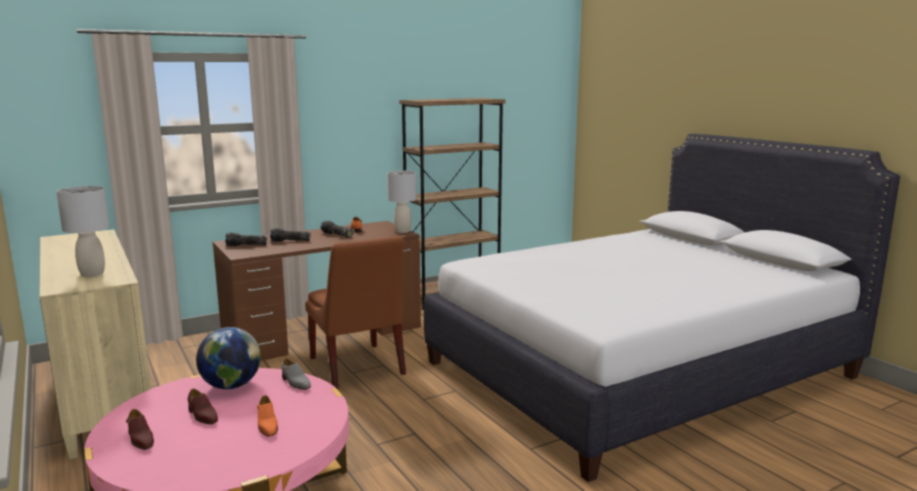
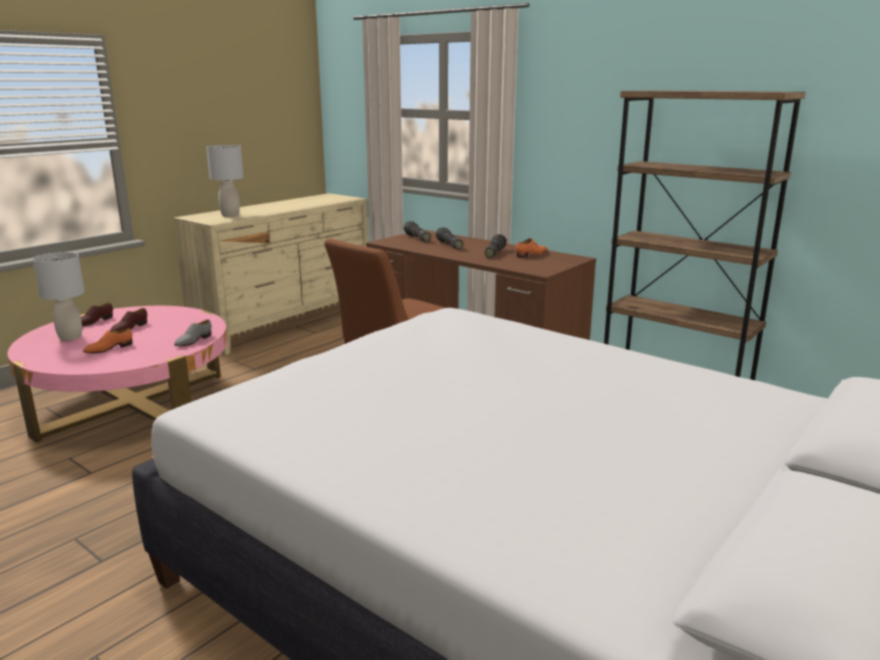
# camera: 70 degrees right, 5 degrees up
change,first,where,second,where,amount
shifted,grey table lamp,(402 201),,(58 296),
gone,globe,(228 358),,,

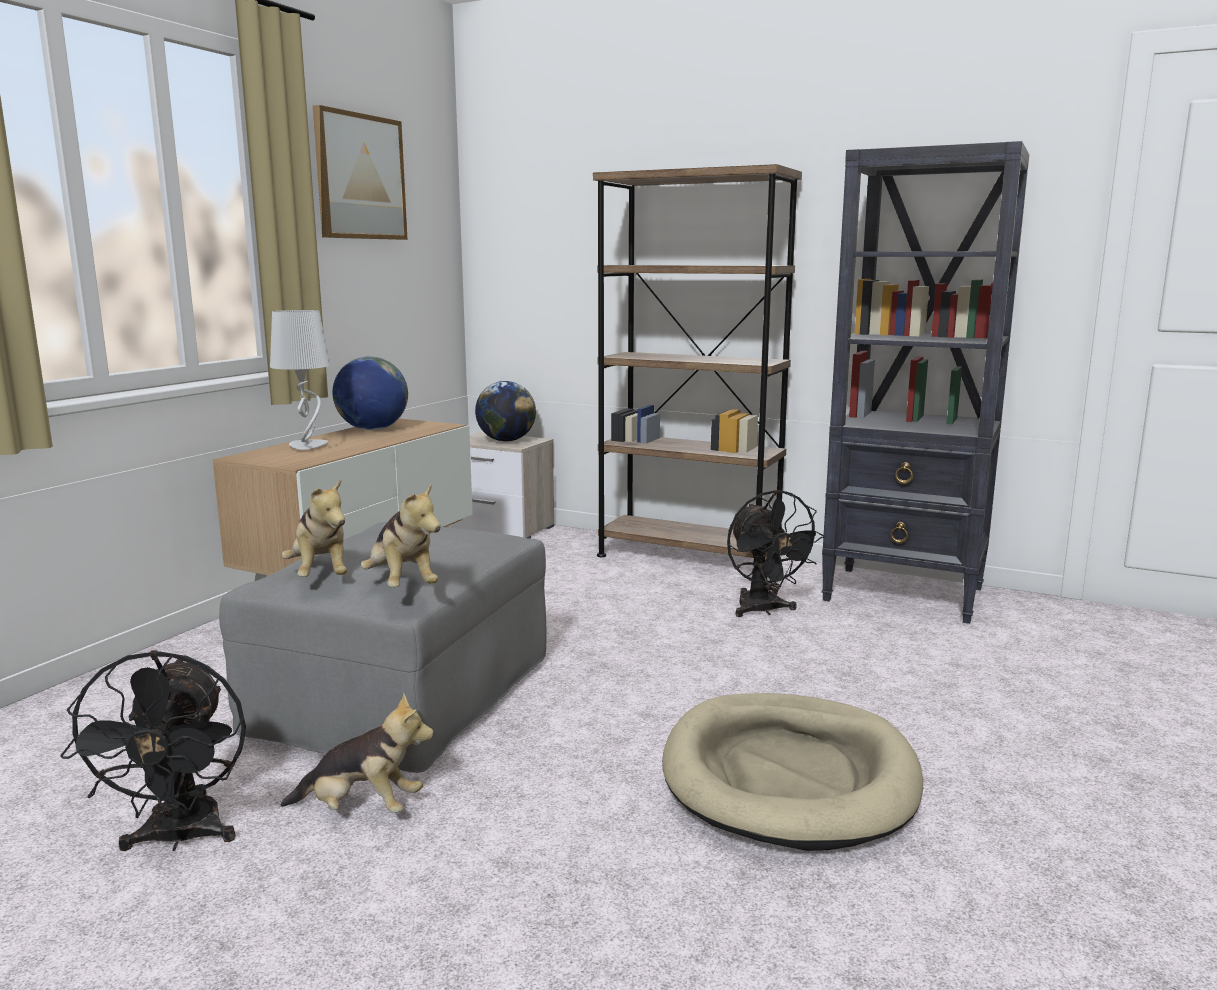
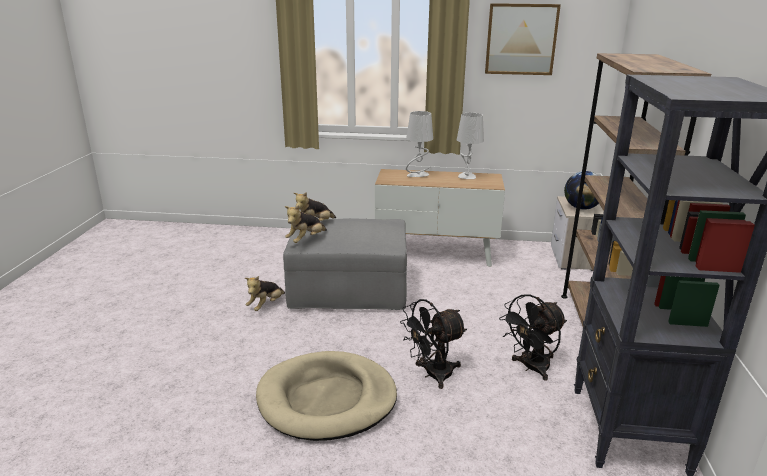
# camera: 70 degrees right, 10 degrees up
change,first,where,second,where,amount
rotated,plush toy,(357 752),,(265 293),45 degrees clockwise
shifted,black fan,(153 750),,(433 344),
swapped,globe,(370 393),grey table lamp,(470 146),

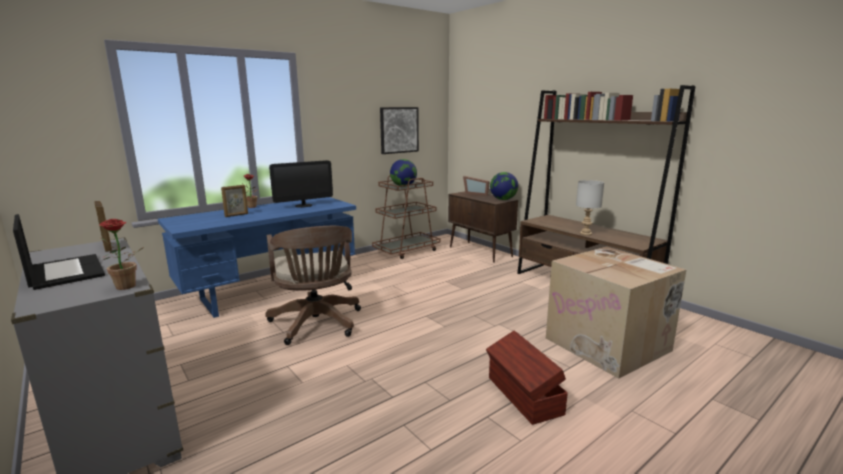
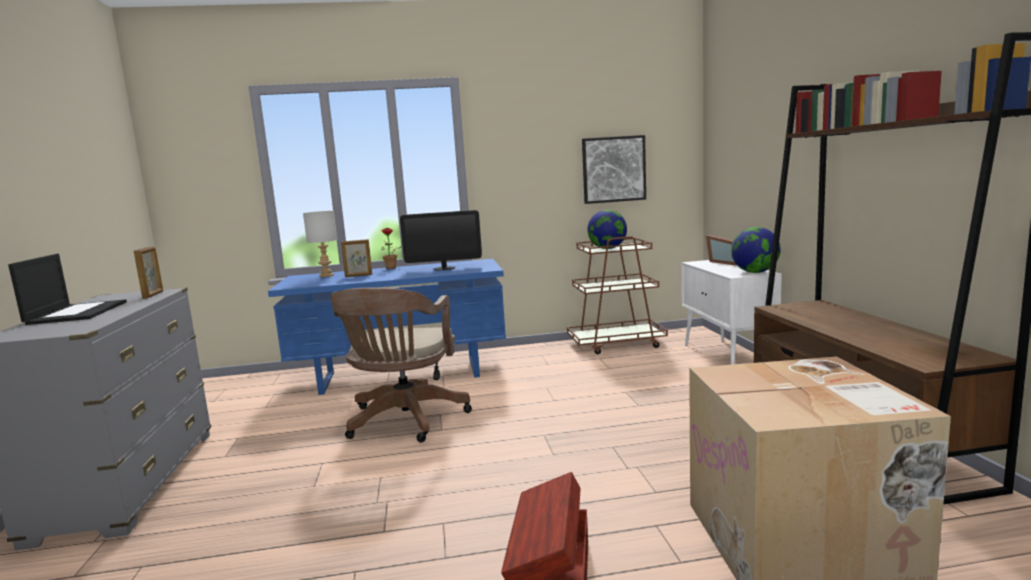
# camera: 30 degrees right, 5 degrees down
change,first,where,second,where,amount
shifted,grey table lamp,(590 208),,(320 244),
repainted,brown cabinet,(483 227),white cabinet,(731 312),
gone,potted plant,(121 254),,,

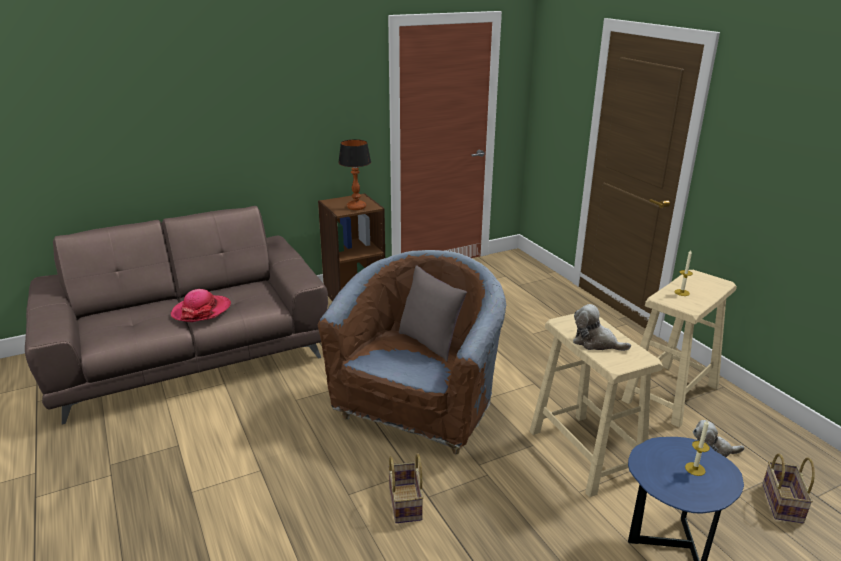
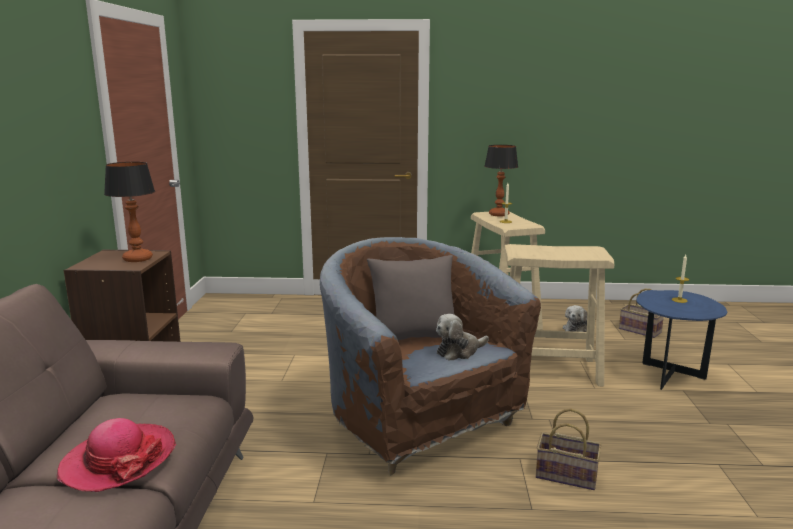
# camera: 60 degrees left, 10 degrees down
change,first,where,second,where,amount
shifted,plush toy,(602 327),,(462 337),
new,,,table lamp,(501 181),

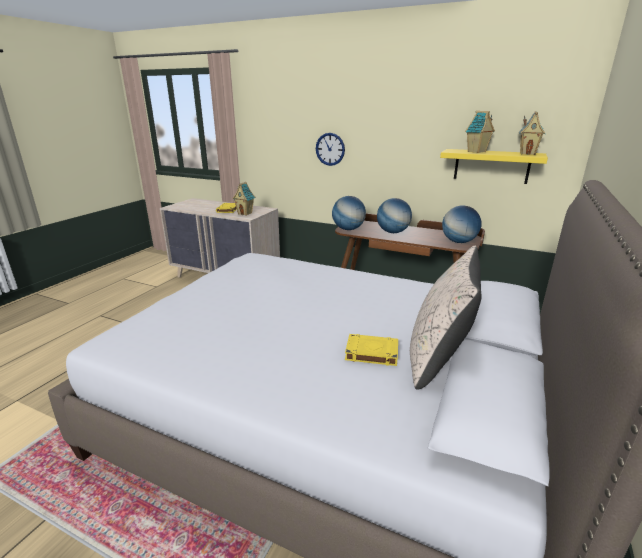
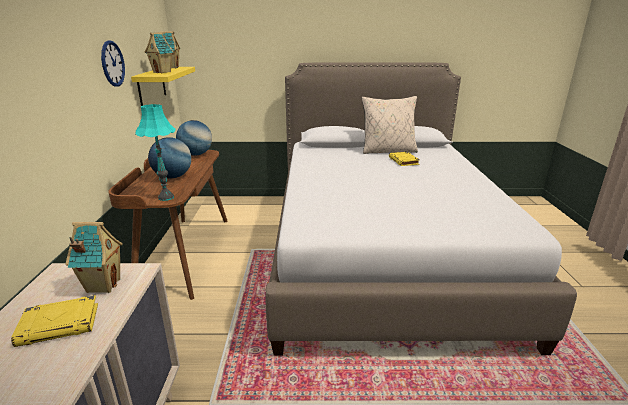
# camera: 115 degrees left, 0 degrees up
change,first,where,second,where,amount
shifted,wall clock,(330 149),,(113 63),
swapped,globe,(349 213),turquoise table lamp,(155 152),

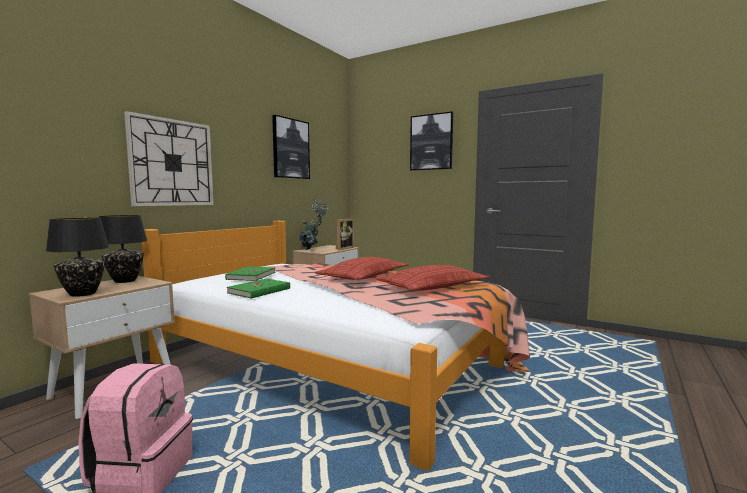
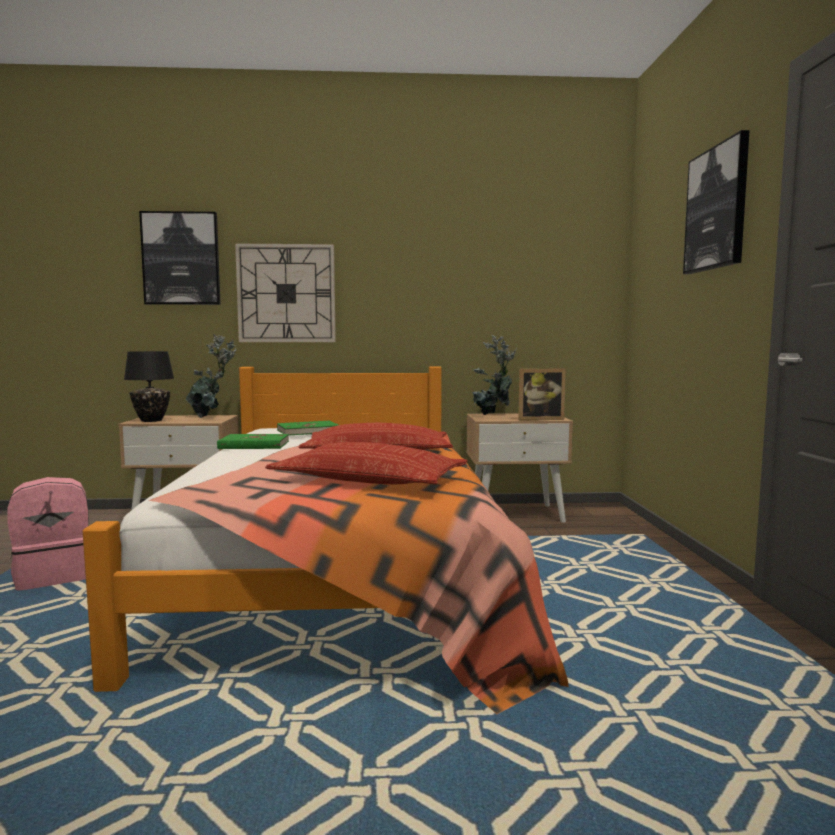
# camera: 55 degrees right, 0 degrees up
change,first,where,second,where,amount
shifted,picture,(291 147),,(180 258),
swapped,black table lamp,(123 249),potted plant,(210 376),

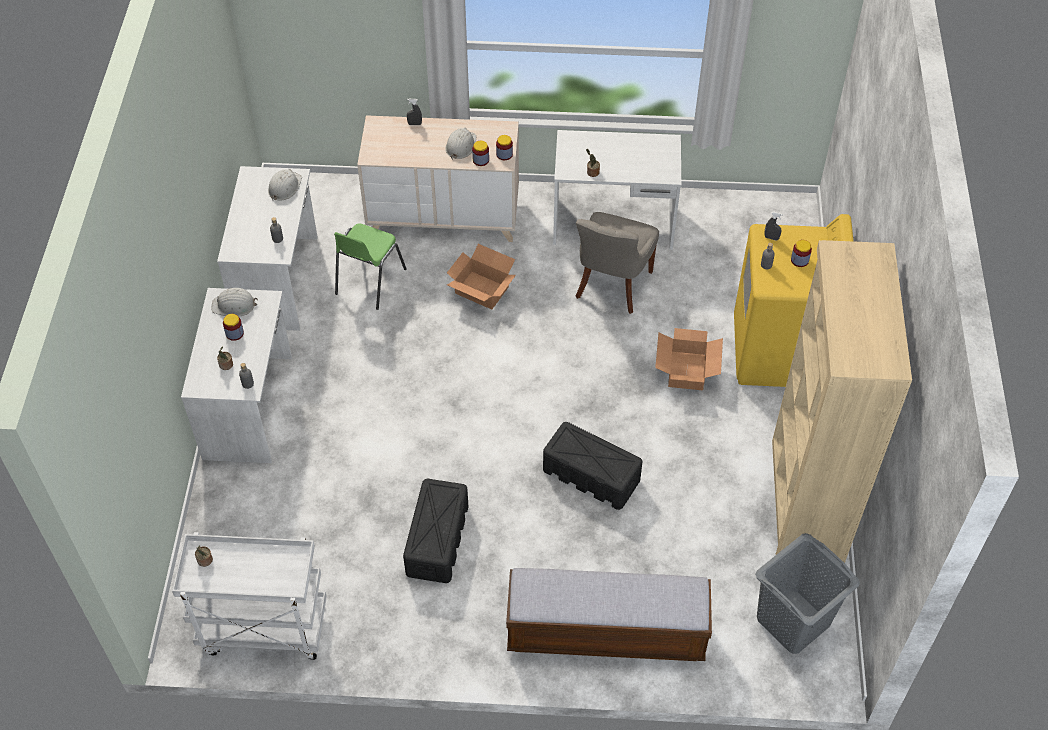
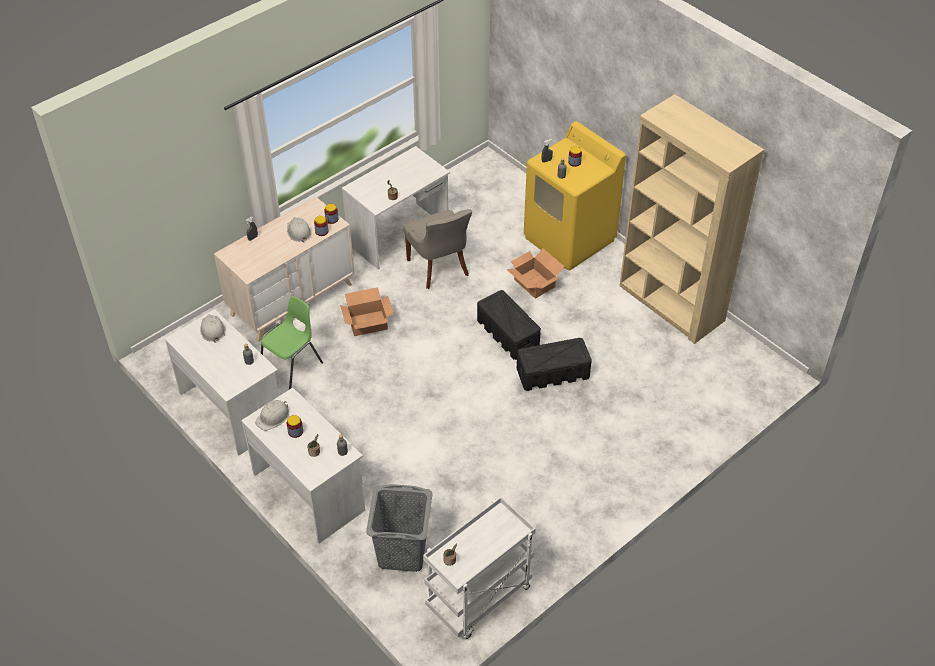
# camera: 45 degrees left, 5 degrees down
change,first,where,second,where,amount
rotated,green chair,(370 267),,(292 343),120 degrees counterclockwise
shifted,grey laundry basket,(807 593),,(399 528),
shifted,black storage box,(435 531),,(509 325),
gone,bench,(609 614),,,

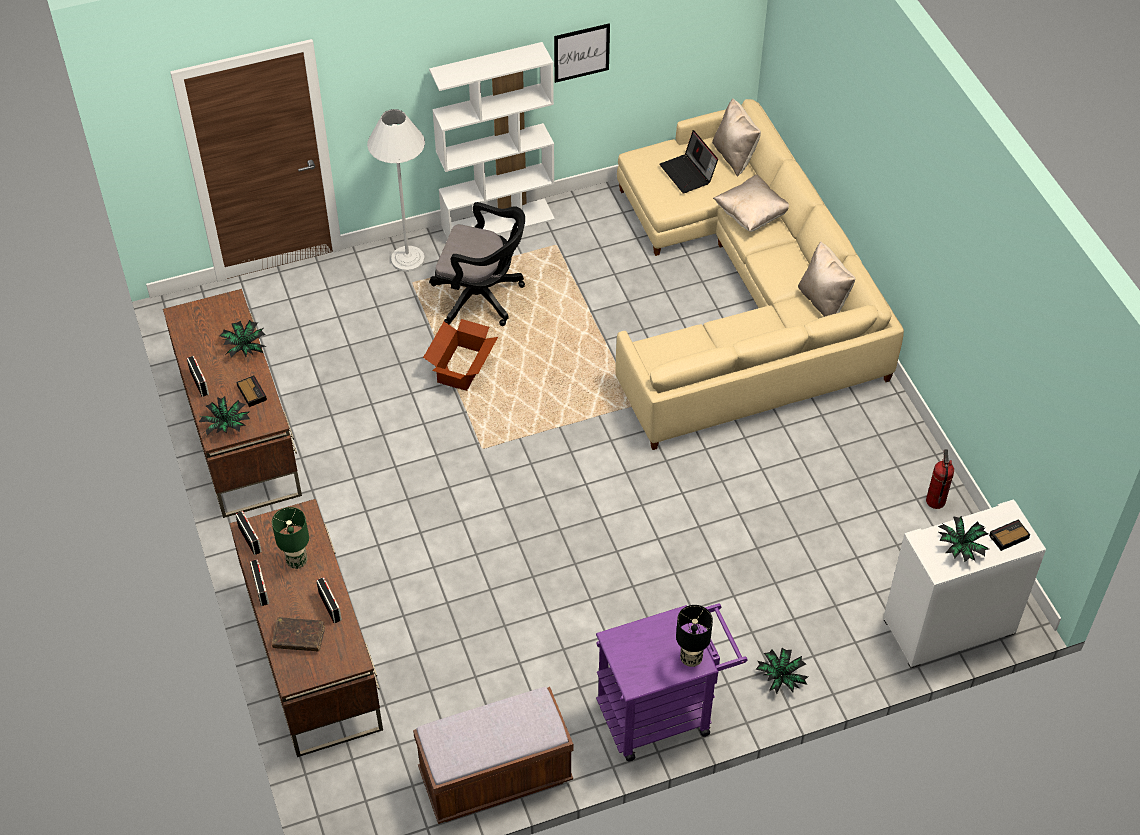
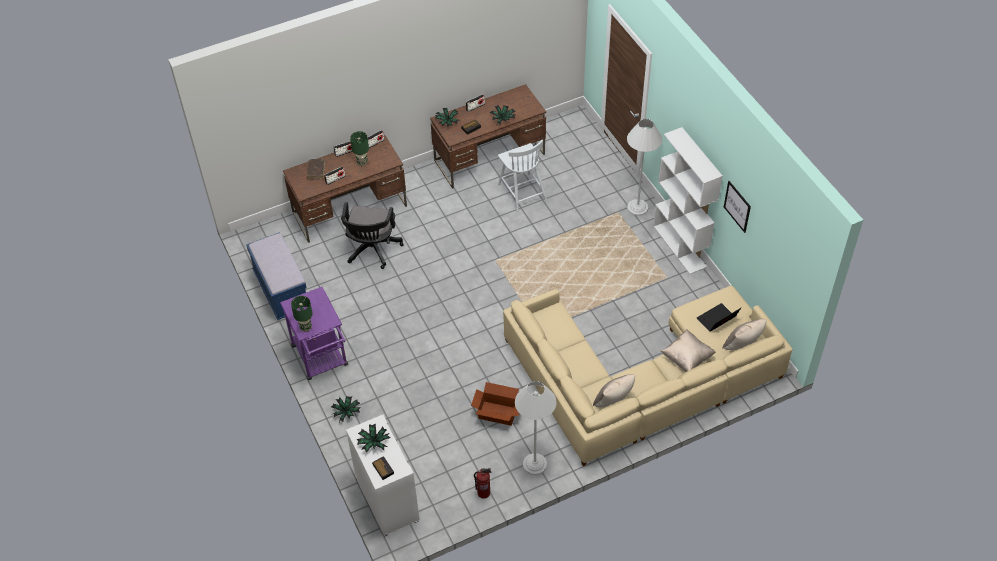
# camera: 85 degrees right, 0 degrees up
change,first,where,second,where,amount
repainted,brown bench,(493 755),blue bench,(276 276),
repainted,black table lamp,(694 636),green table lamp,(302 314),
shifted,black office chair,(477 264),,(372 235),
shifted,cardboard box,(460 355),,(495 404),
new,,,white chair,(523 176),
new,,,white floor lamp,(536 428),

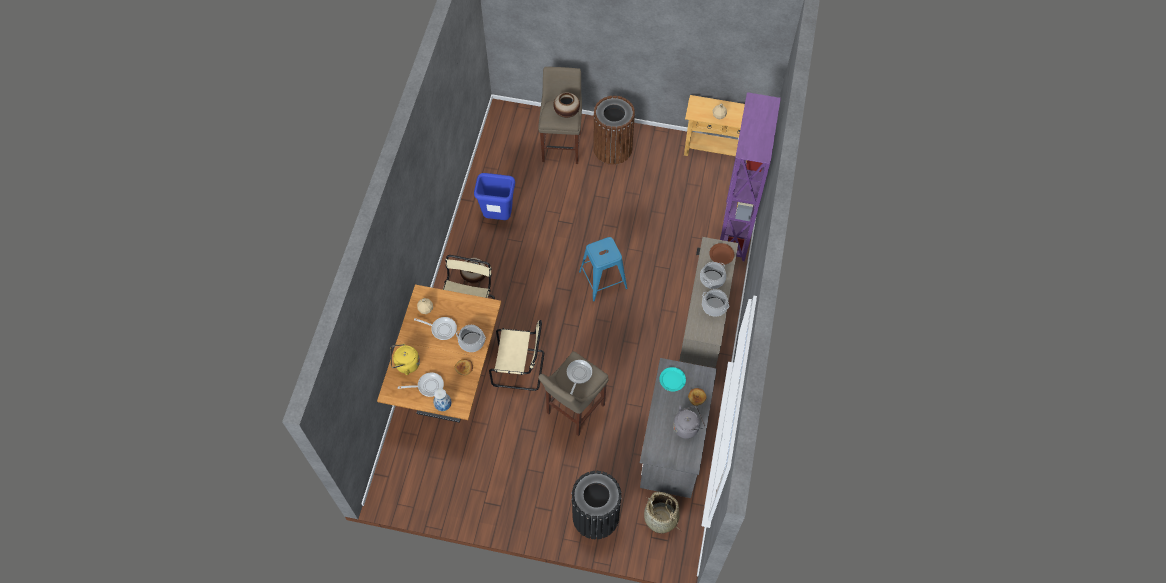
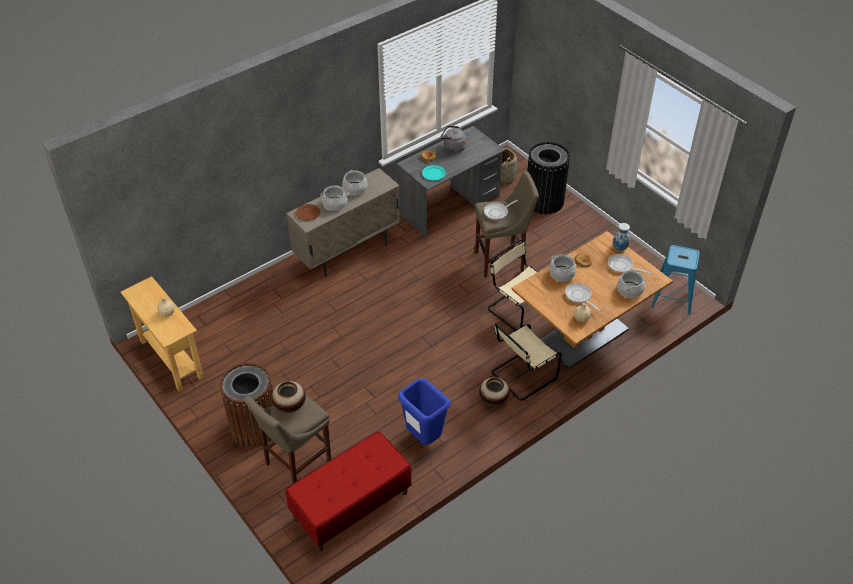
# camera: 140 degrees left, 15 degrees down
change,first,where,second,where,amount
new,,,red bench,(348 491),
swapped,yellow kettle,(405 359),cooking pot,(631 284),
shifted,blue stool,(603 269),,(675 280),
gone,purple bookcase,(750 176),,,

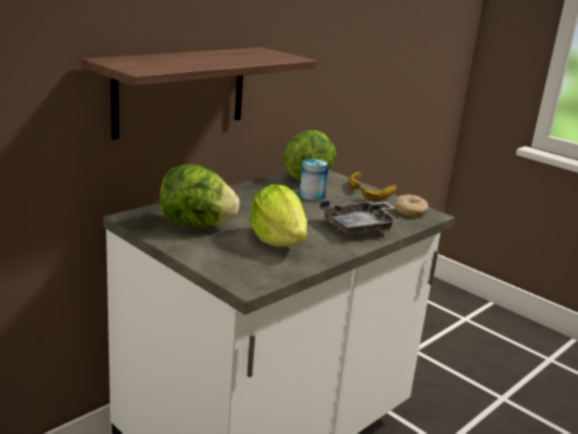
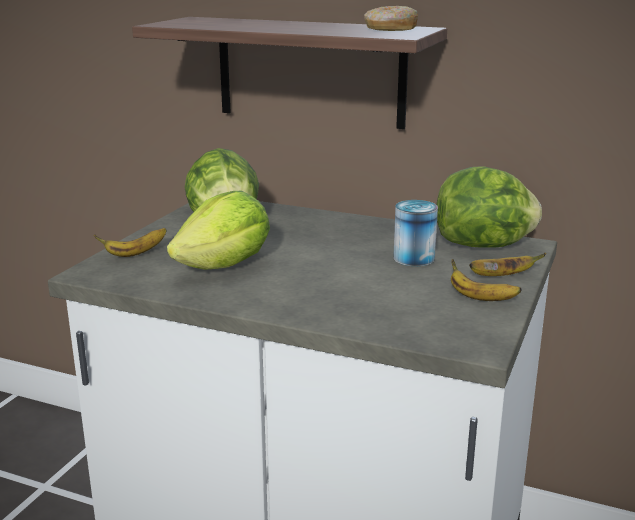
# camera: 70 degrees right, 0 degrees up
change,first,where,second,where,amount
new,,,banana,(130 242),
shifted,donut,(412 205),,(391 18),
gone,grey tray,(360 217),,,

